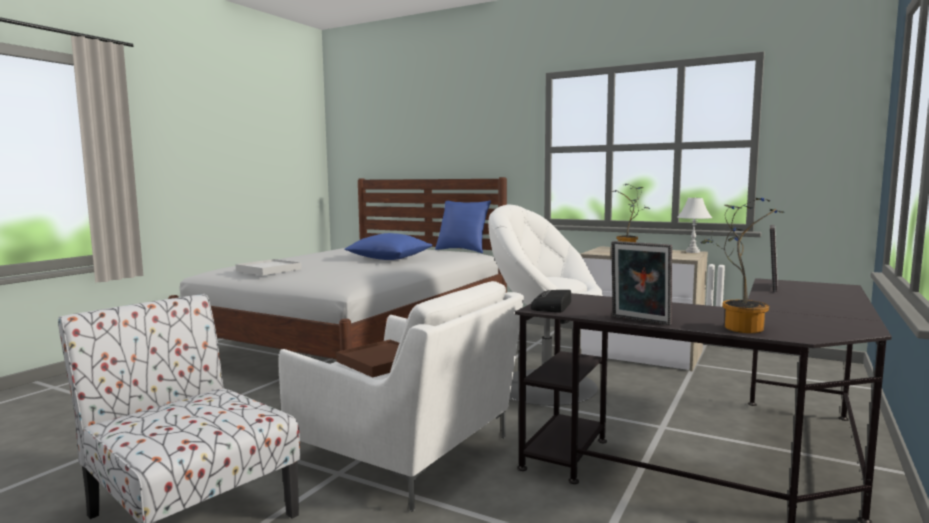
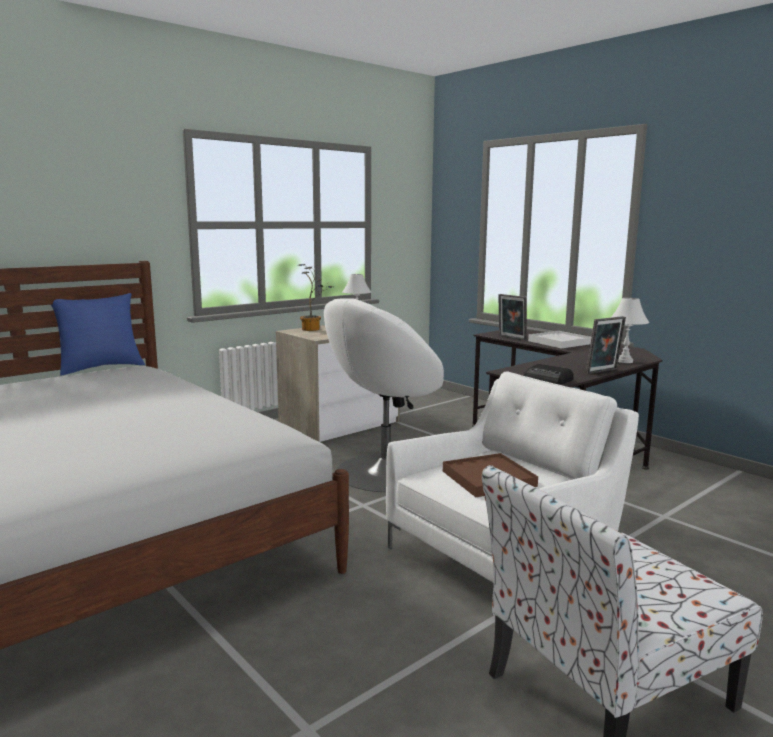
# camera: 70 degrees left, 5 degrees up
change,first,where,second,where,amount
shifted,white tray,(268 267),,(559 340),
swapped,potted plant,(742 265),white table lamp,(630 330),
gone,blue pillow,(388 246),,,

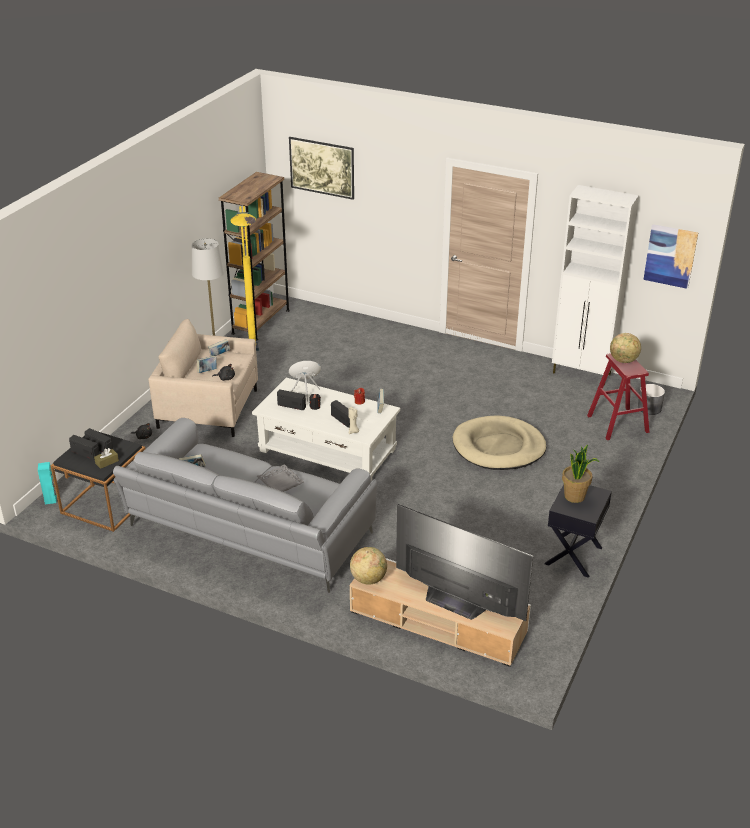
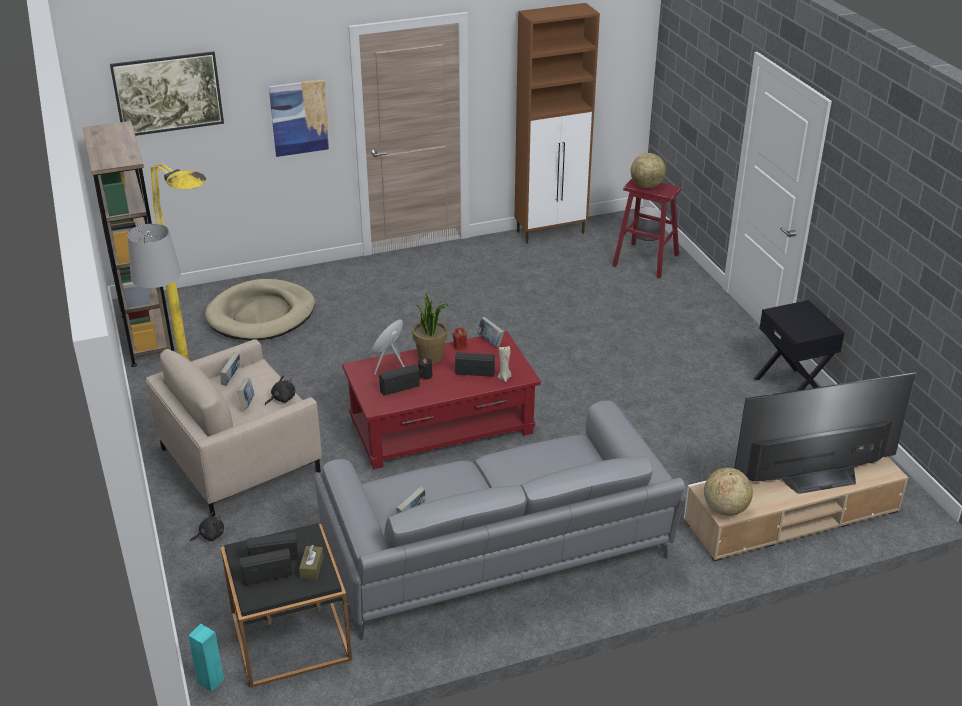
# camera: 45 degrees left, 0 degrees up
change,first,where,second,where,amount
shifted,beige dog bed,(499 443),,(260 309),
shifted,picture,(670 256),,(299 118),
repainted,white coffee table,(326 429),red coffee table,(441 400),
shifted,potted plant,(580 474),,(430 328),
repainted,white cabinet,(595 285),brown cabinet,(557 123),
gone,grey tray,(280 478),,,

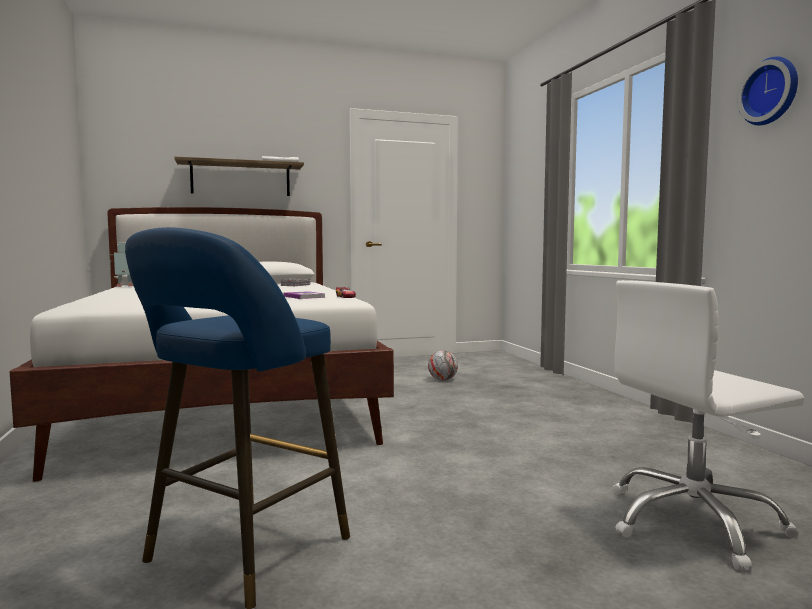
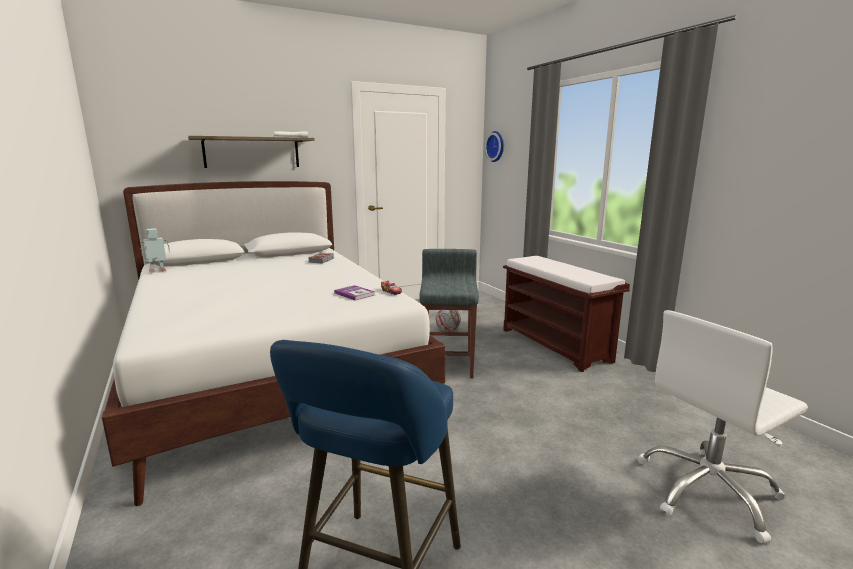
# camera: 10 degrees left, 10 degrees up
change,first,where,second,where,amount
new,,,grey stool,(449 313),
shifted,wall clock,(767 91),,(494 146),
new,,,brown bench,(566 314),

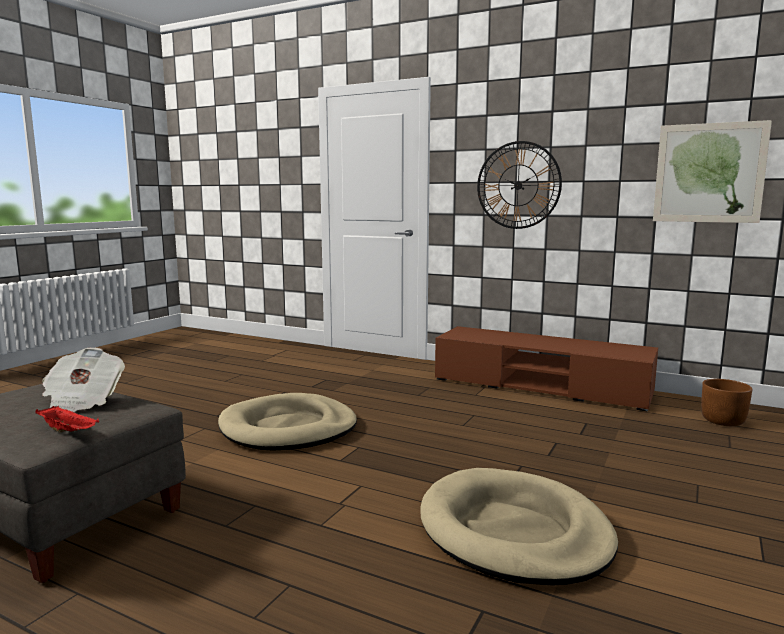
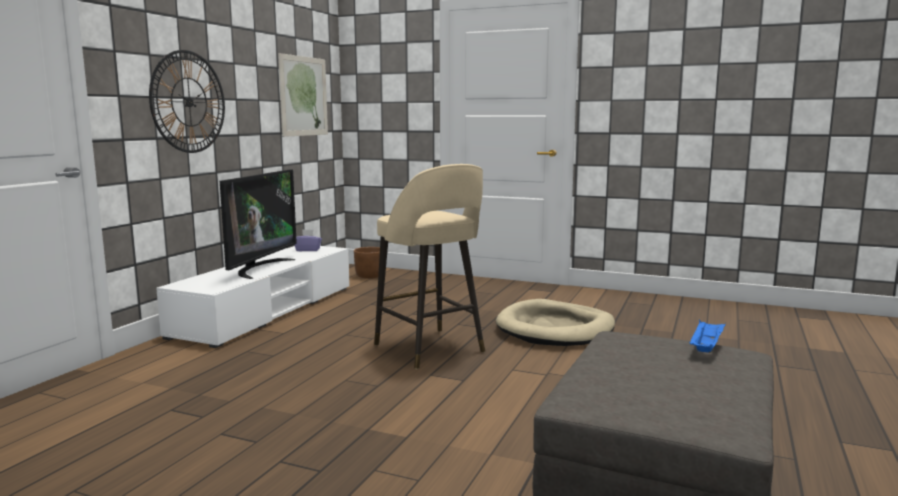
# camera: 95 degrees left, 0 degrees up
change,first,where,second,where,amount
repainted,brown tv stand,(546 368),white tv stand,(253 297),
new,,,television,(258 224),
new,,,purple tissue box,(308 240),
new,,,beige stool,(429 266),
repainted,red tray,(67 419),blue tray,(708 336),
gone,newspaper,(83 380),,,
gone,beige dog bed,(287 422),,,

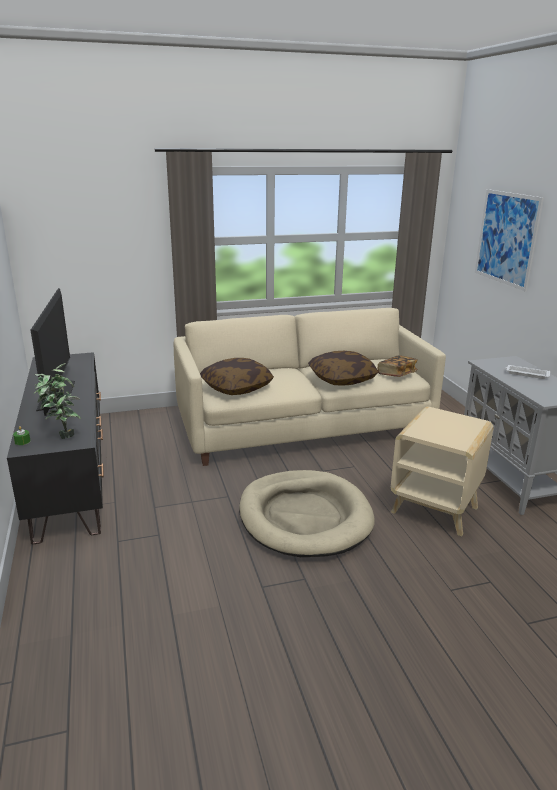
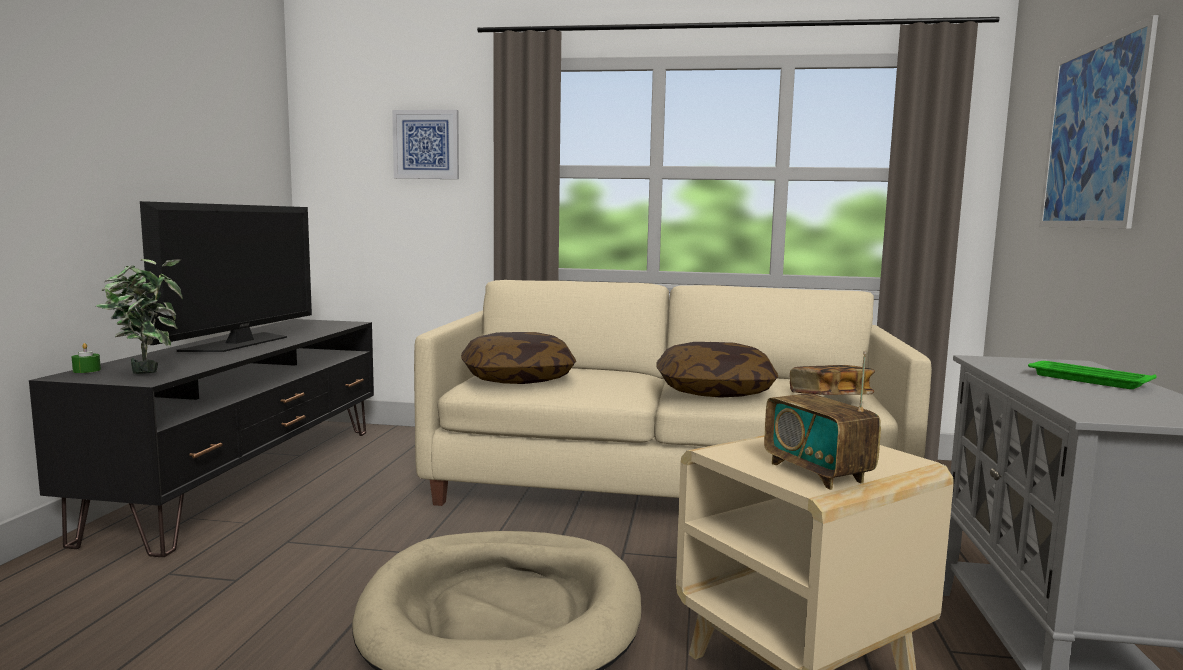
# camera: 25 degrees right, 15 degrees down
change,first,where,second,where,amount
new,,,picture,(425 144),
new,,,radio,(822 420),
repainted,white tray,(527 372),green tray,(1092 375),

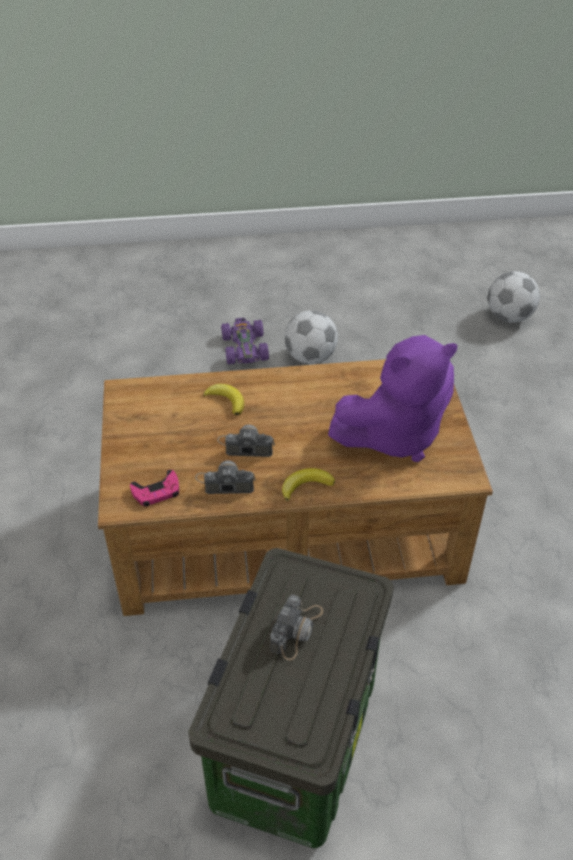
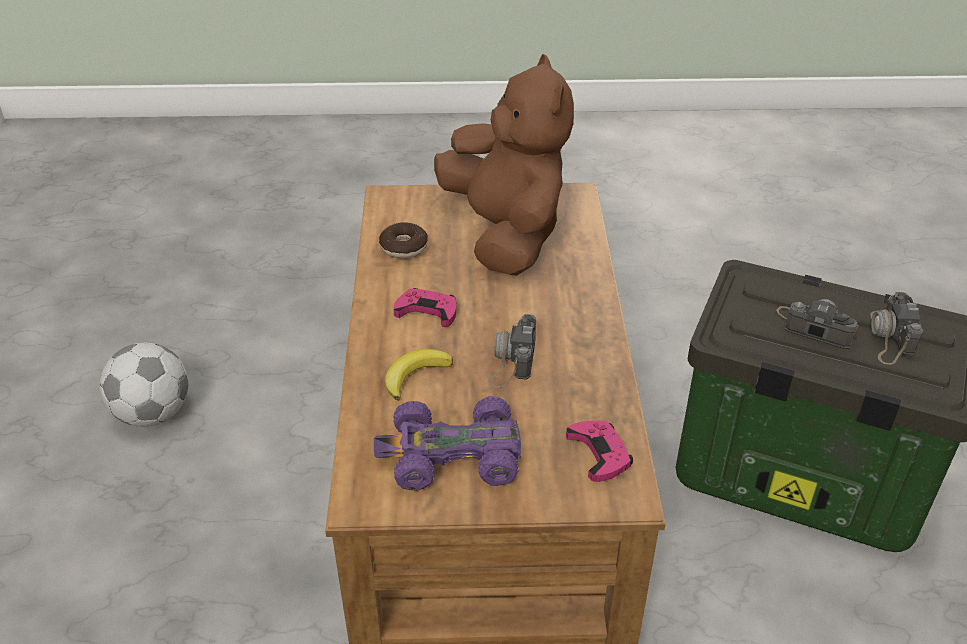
# camera: 85 degrees left, 5 degrees down
change,first,where,second,where,amount
shifted,purple toy car,(245 341),,(447 443),
new,,,donut,(403 240),
new,,,pink game controller,(424 307),
repainted,purple plush toy,(392 398),brown plush toy,(504 165),
shifted,photo camera,(225 477),,(896 328),
gone,banana,(308 485),,,
gone,football,(514 297),,,

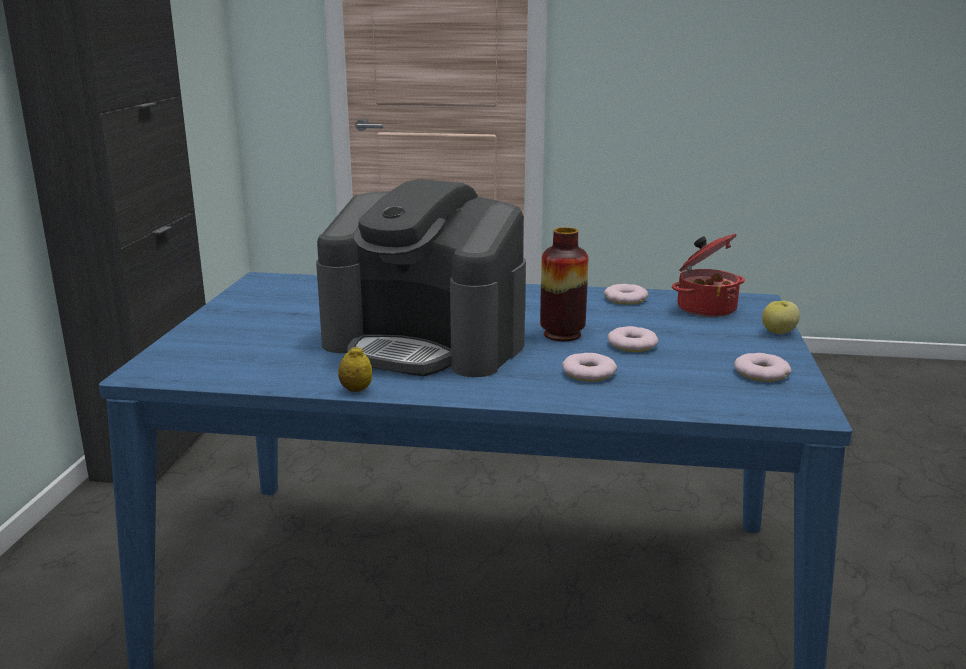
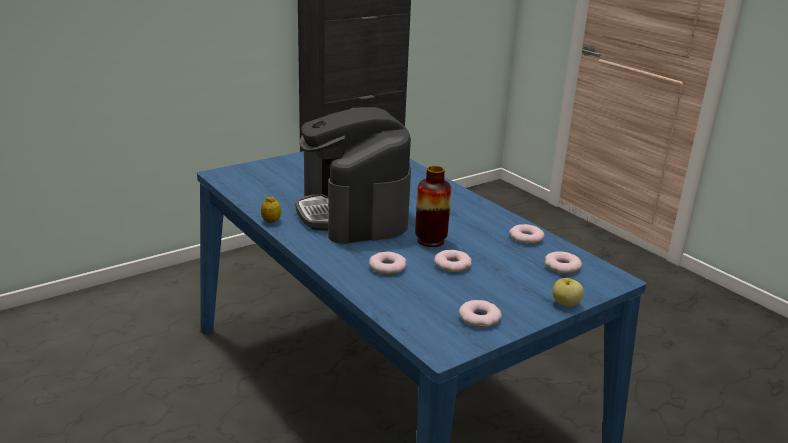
# camera: 45 degrees right, 5 degrees up
change,first,where,second,where,amount
swapped,cooking pot,(708 275),donut,(563 262),

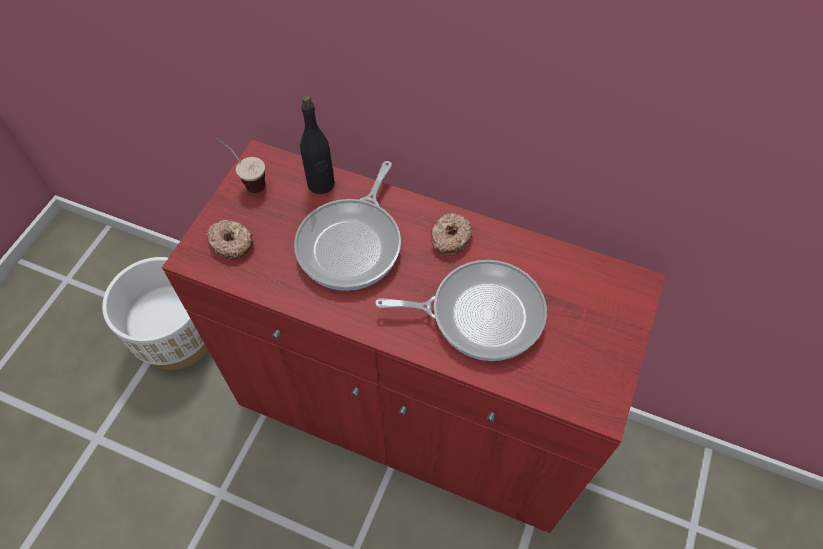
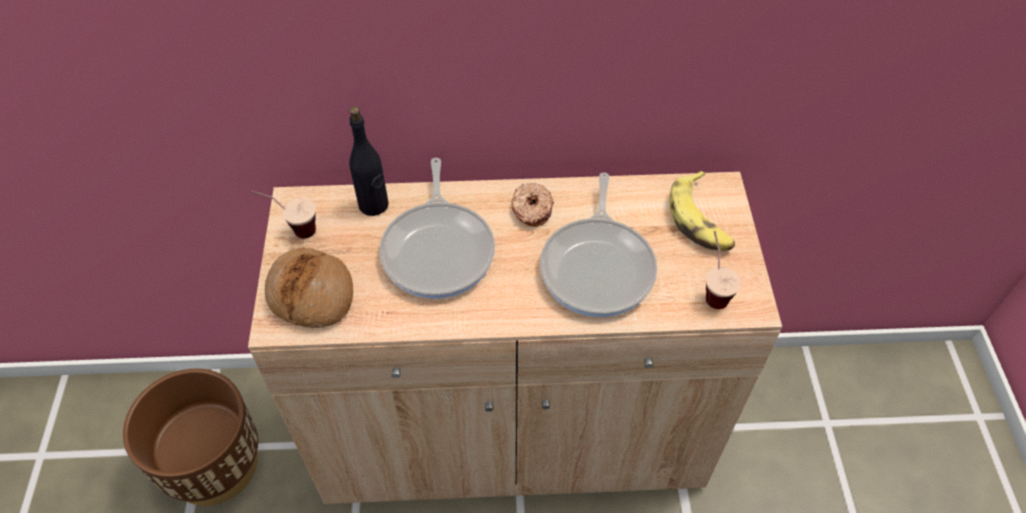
# camera: 25 degrees left, 5 degrees down
change,first,where,second,where,amount
repainted,white planter,(155 313),brown planter,(190 437),
repainted,red cabinet,(413 336),beige cabinet,(515 338),
swapped,donut,(229 240),bread,(309 287),
rotated,frying pan,(461 310),,(598 245),120 degrees clockwise
new,,,banana,(702 211),
new,,,cup,(723 270),

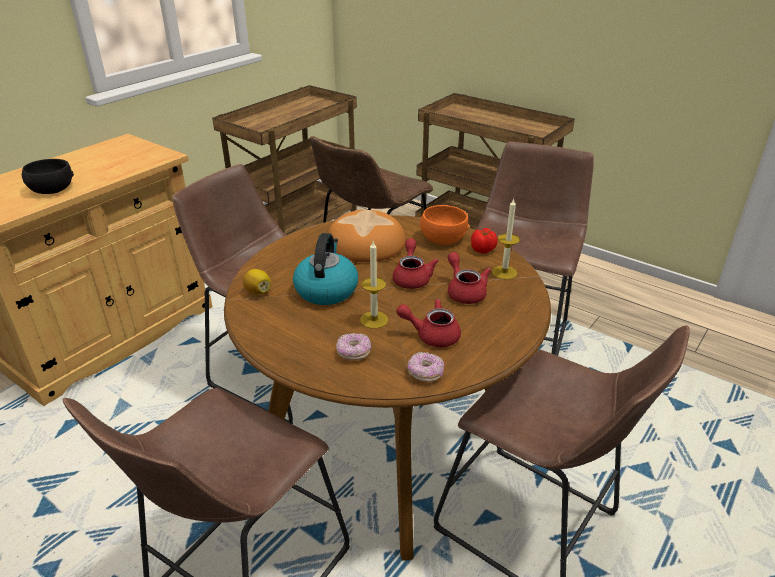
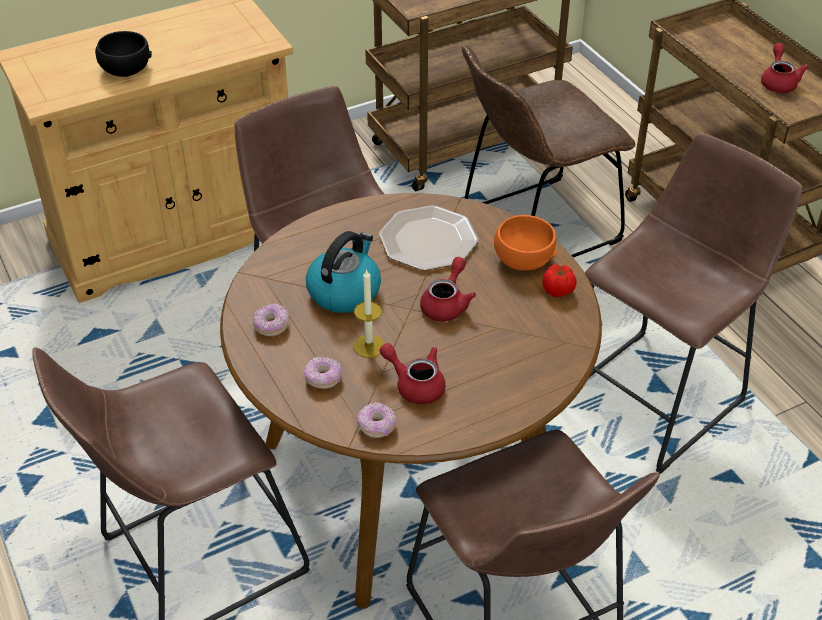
# camera: 25 degrees right, 10 degrees up
change,first,where,second,where,amount
new,,,donut,(270 320),
swapped,bread,(367 236),plate,(428 238),
shifted,red teapot,(469 278),,(785 68),
gone,lemon,(257 282),,,
gone,candle,(506 239),,,

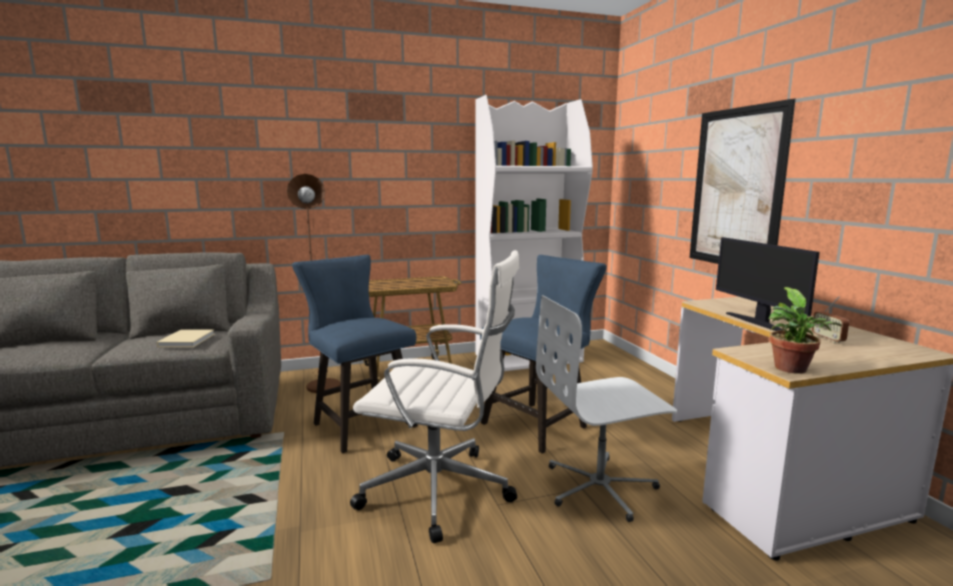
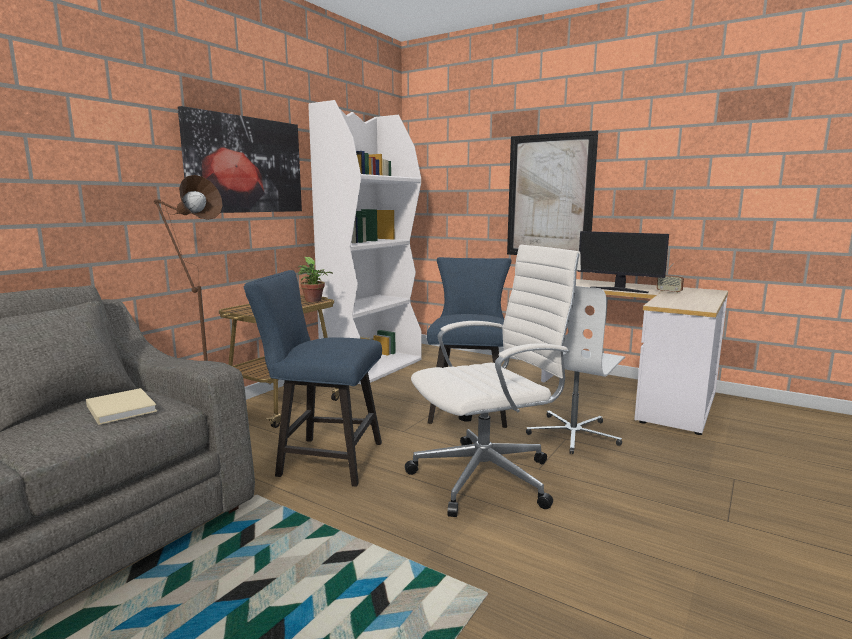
# camera: 40 degrees left, 0 degrees up
change,first,where,second,where,amount
new,,,picture,(240 159),
shifted,potted plant,(805 330),,(315 279),

